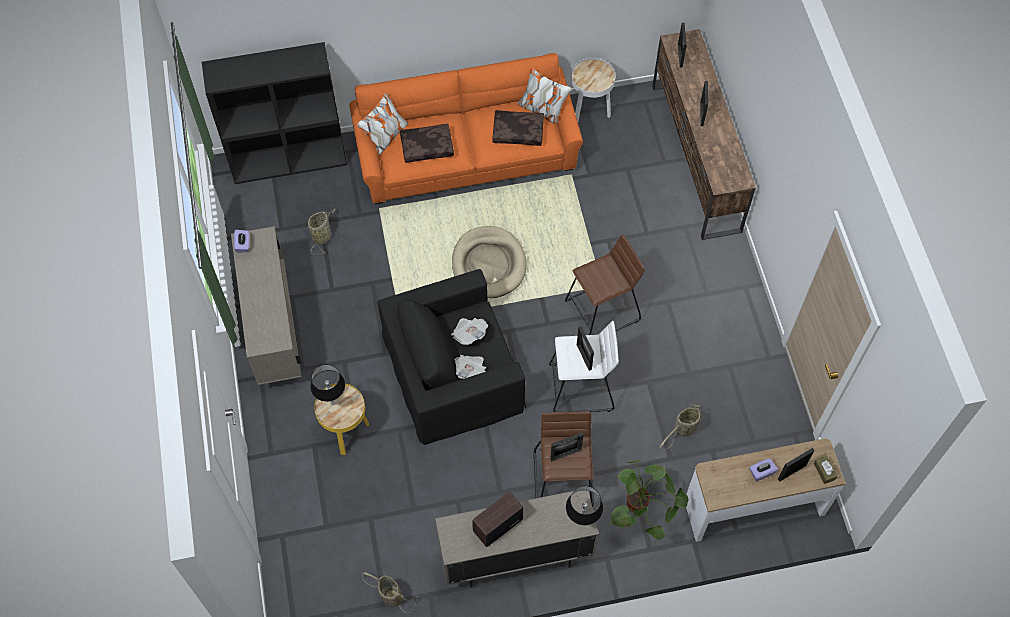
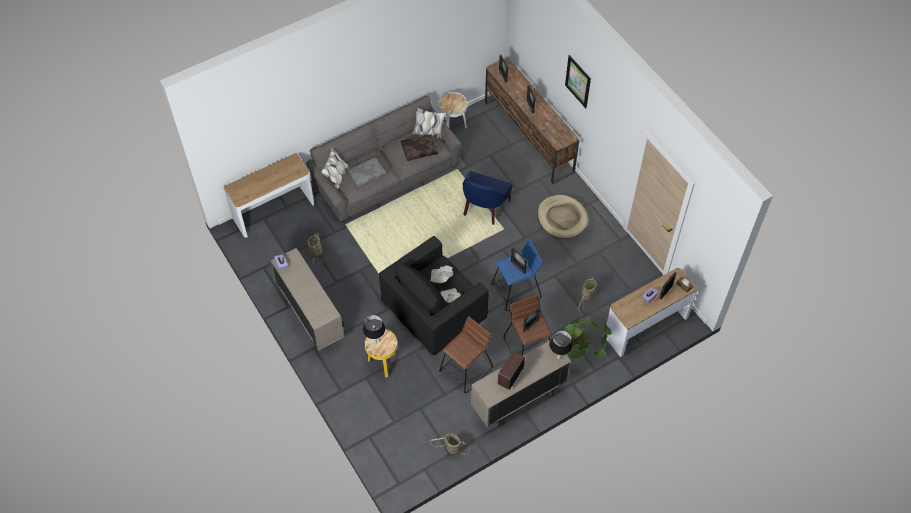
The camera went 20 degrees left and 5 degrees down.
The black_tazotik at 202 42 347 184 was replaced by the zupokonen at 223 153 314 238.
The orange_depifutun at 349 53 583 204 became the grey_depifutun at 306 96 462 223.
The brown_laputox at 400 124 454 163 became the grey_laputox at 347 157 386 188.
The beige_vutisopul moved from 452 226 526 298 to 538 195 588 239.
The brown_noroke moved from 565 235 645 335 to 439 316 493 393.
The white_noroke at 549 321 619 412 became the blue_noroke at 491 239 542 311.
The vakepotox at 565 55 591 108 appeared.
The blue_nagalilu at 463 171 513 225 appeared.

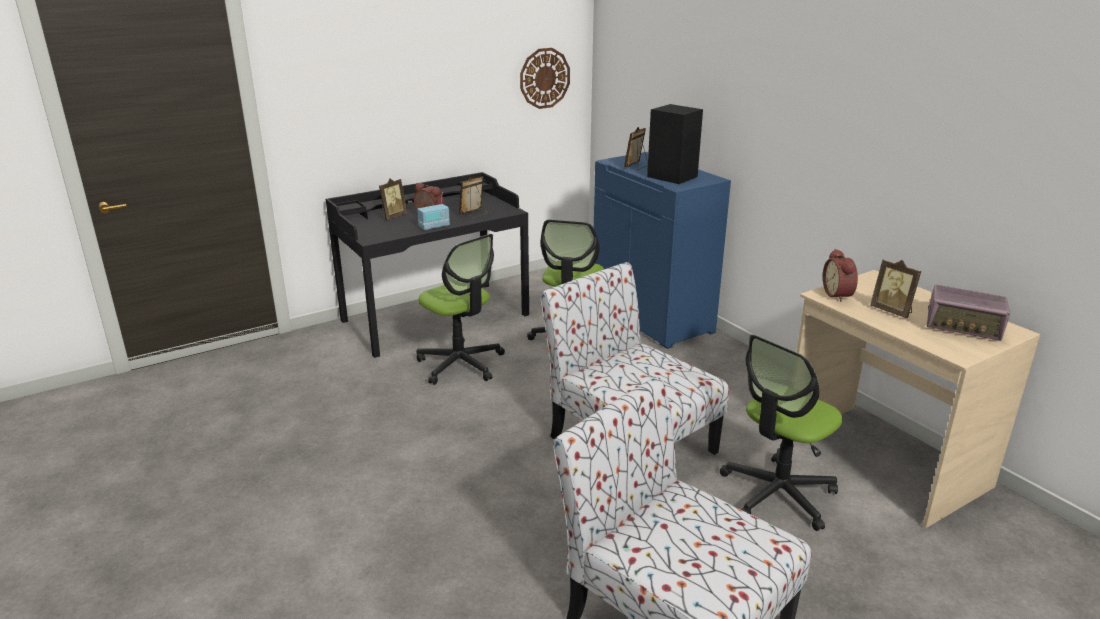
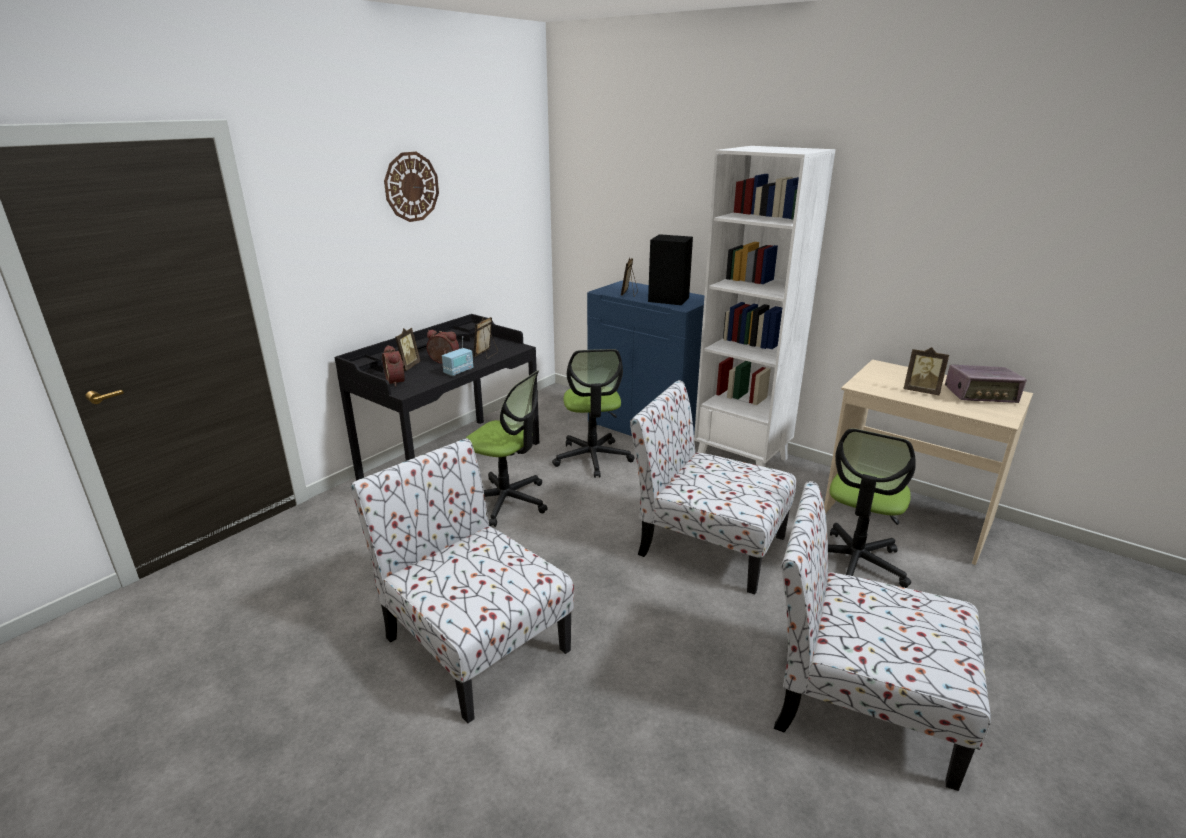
The camera went 20 degrees left and 0 degrees up.
The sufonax moved from 520 48 570 109 to 384 152 439 222.
The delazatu moved from 823 249 858 302 to 382 345 405 387.
The white_tazotik at 694 146 836 467 appeared.
The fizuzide at 351 438 574 723 appeared.

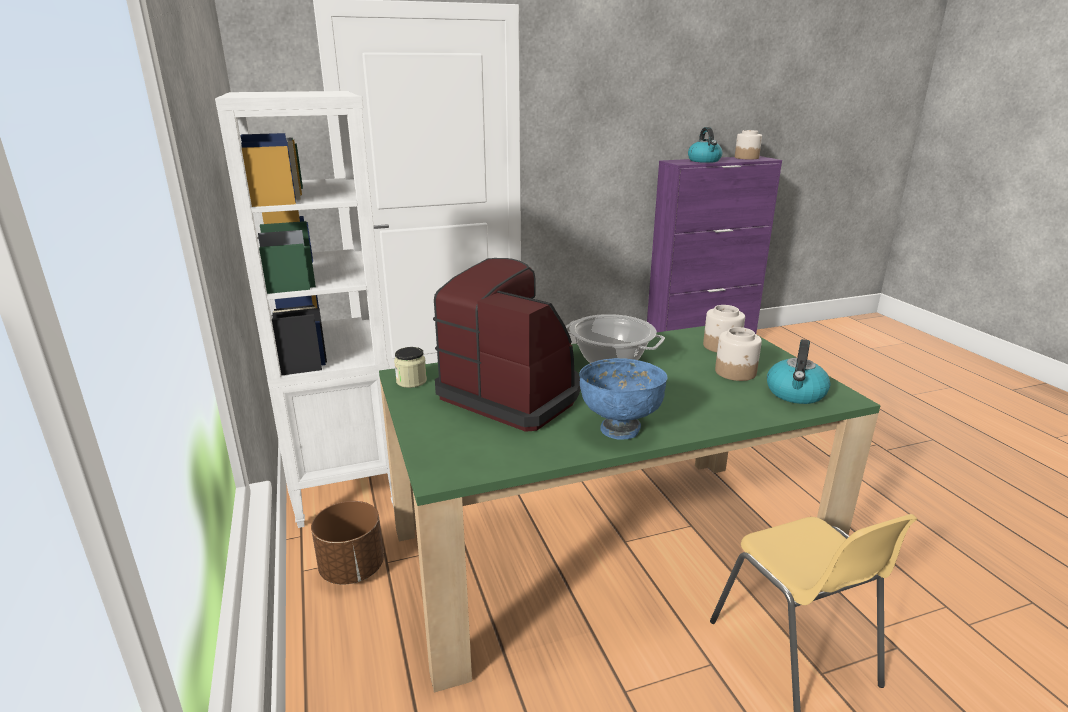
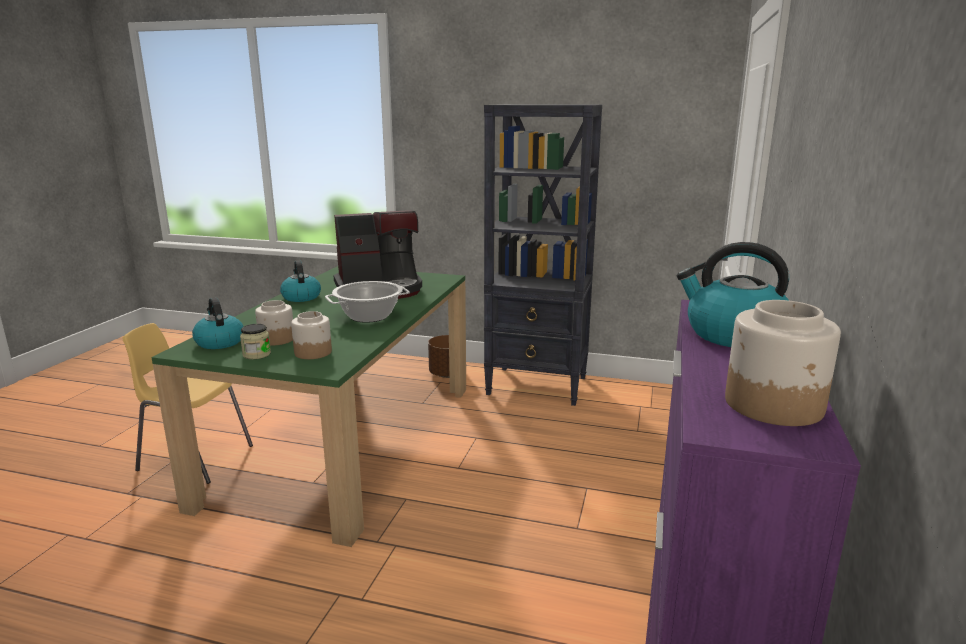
The camera went 125 degrees right and 5 degrees down.
The white_tazotik at 215 91 394 528 became the black_tazotik at 484 104 602 406.
The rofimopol moved from 394 347 427 388 to 240 324 271 359.
The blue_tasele at 579 358 668 440 was replaced by the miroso at 280 260 321 302.

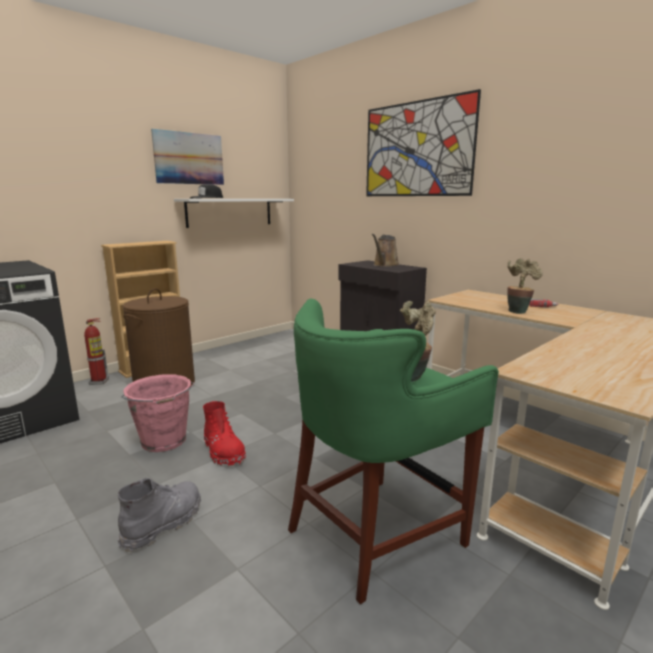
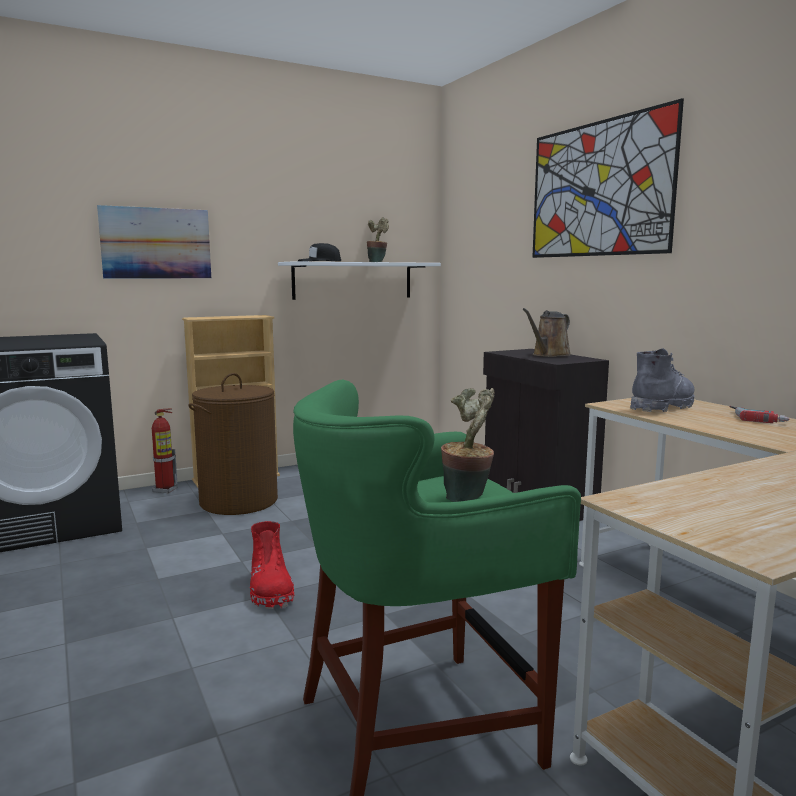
The camera went 15 degrees right and 5 degrees down.
The vakepotox moved from 151 129 224 185 to 97 205 211 279.
The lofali moved from 507 258 543 314 to 367 217 389 262.
The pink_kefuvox at 121 374 194 452 disappeared.
The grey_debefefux moved from 117 478 201 552 to 630 348 695 412.

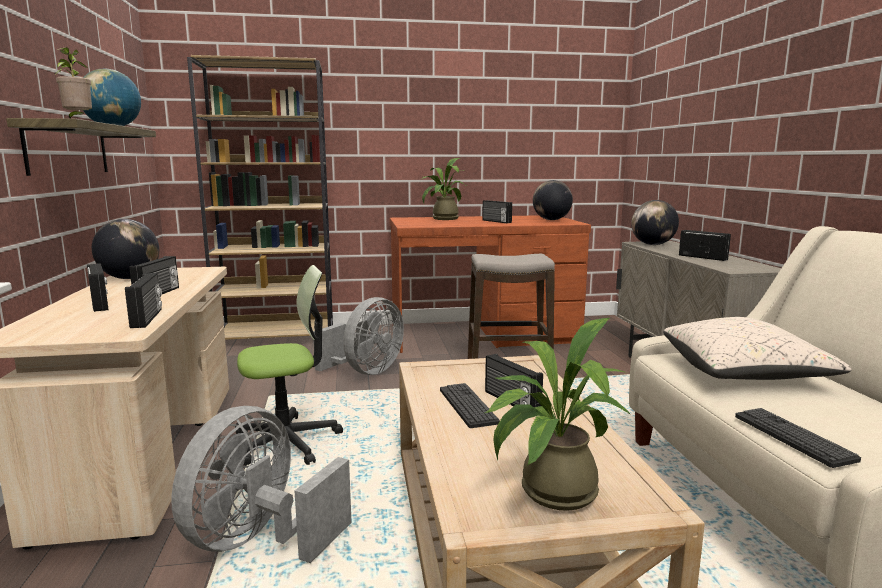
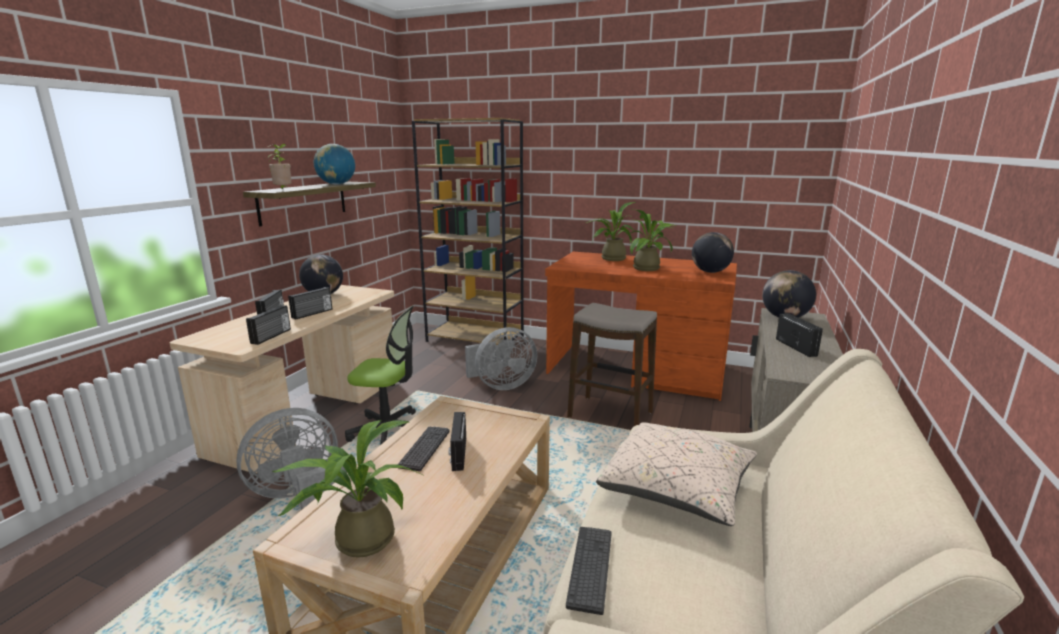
The camera went 30 degrees right and 5 degrees up.
The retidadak at 482 200 512 223 was replaced by the lofali at 629 210 677 271.

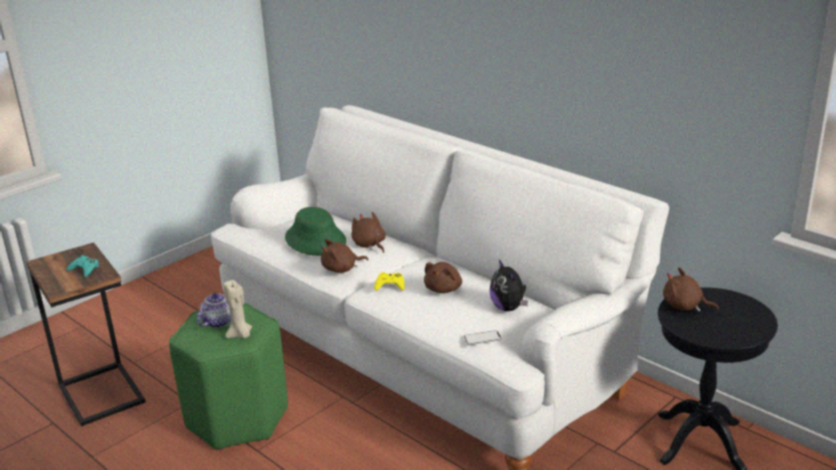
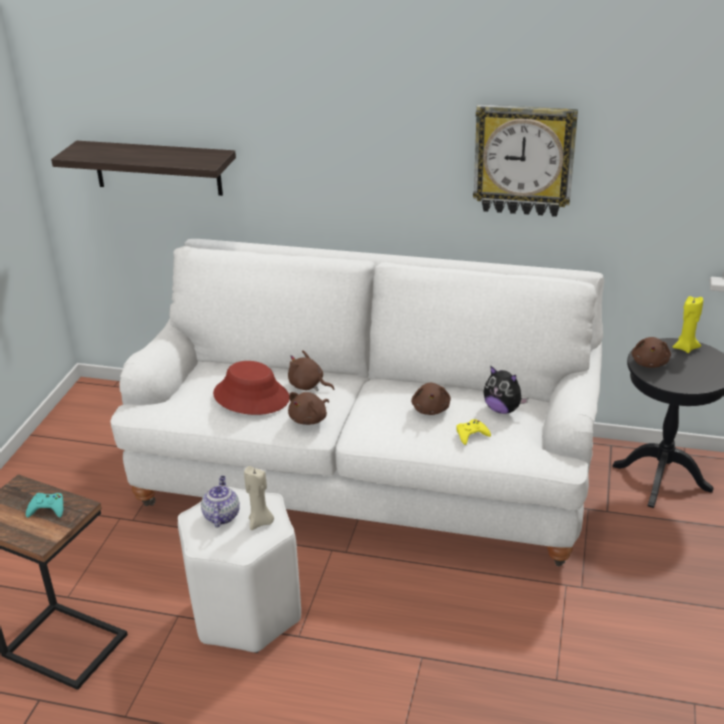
The camera went 30 degrees left and 5 degrees up.
The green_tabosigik at 285 207 346 256 became the red_tabosigik at 213 361 289 415.
The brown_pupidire at 663 268 719 312 turned 75 degrees counterclockwise.
The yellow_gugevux moved from 374 272 405 291 to 456 419 491 445.
The green_noroke at 169 303 288 450 became the white_noroke at 178 487 301 653.
The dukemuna at 464 330 502 345 disappeared.
The sufonax at 473 104 578 217 appeared.
The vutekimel at 51 141 236 196 appeared.
The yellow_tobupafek at 673 296 703 353 appeared.

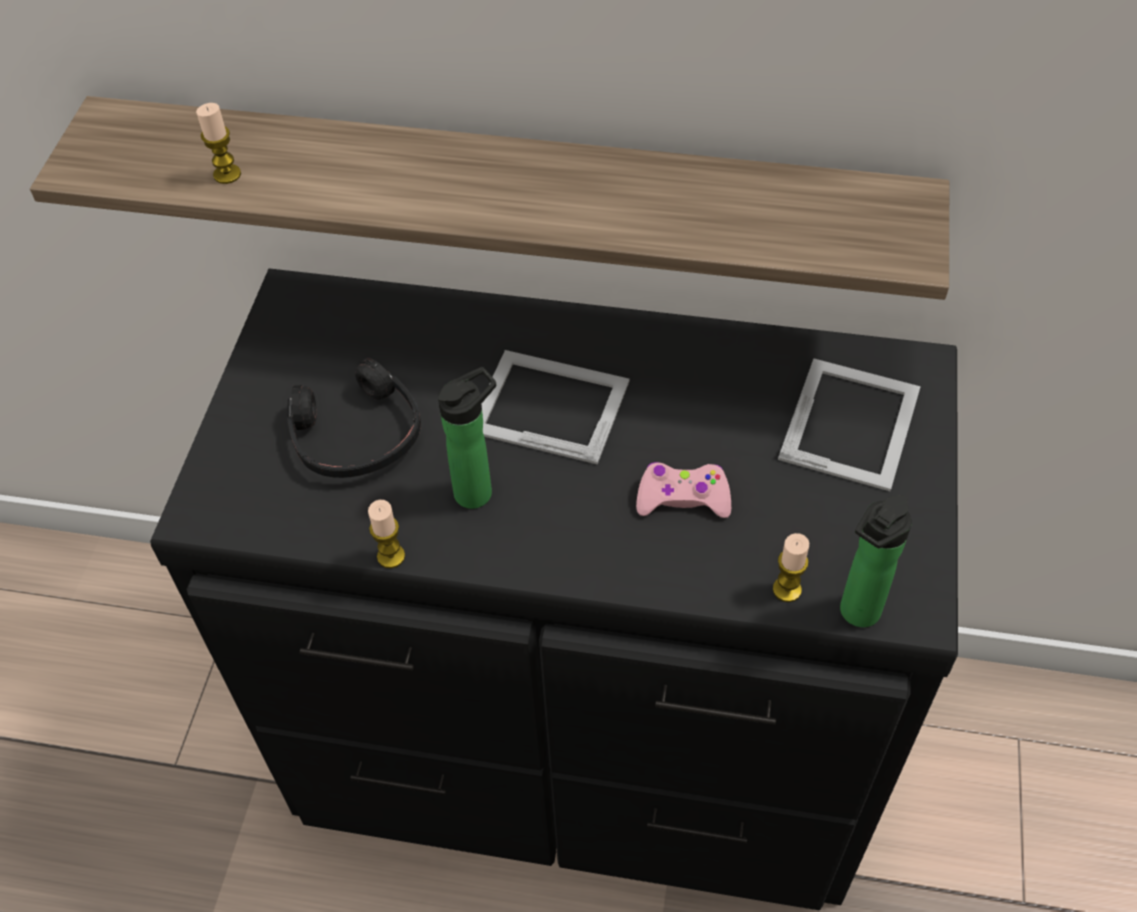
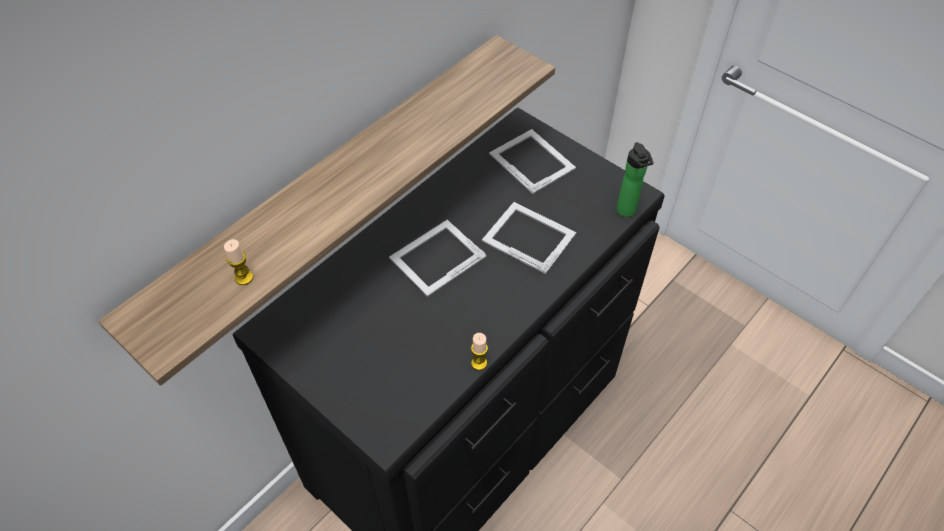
The camera went 60 degrees left and 0 degrees up.
The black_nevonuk at 287 358 421 478 disappeared.
The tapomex at 438 367 497 509 disappeared.
The pink_gugevux at 636 462 731 518 was replaced by the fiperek at 482 202 576 274.
The tobupafek at 773 533 809 602 disappeared.

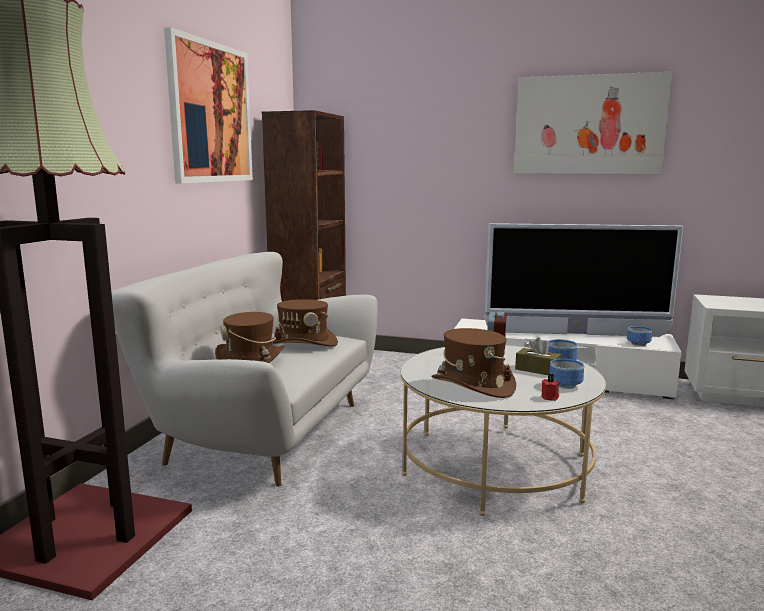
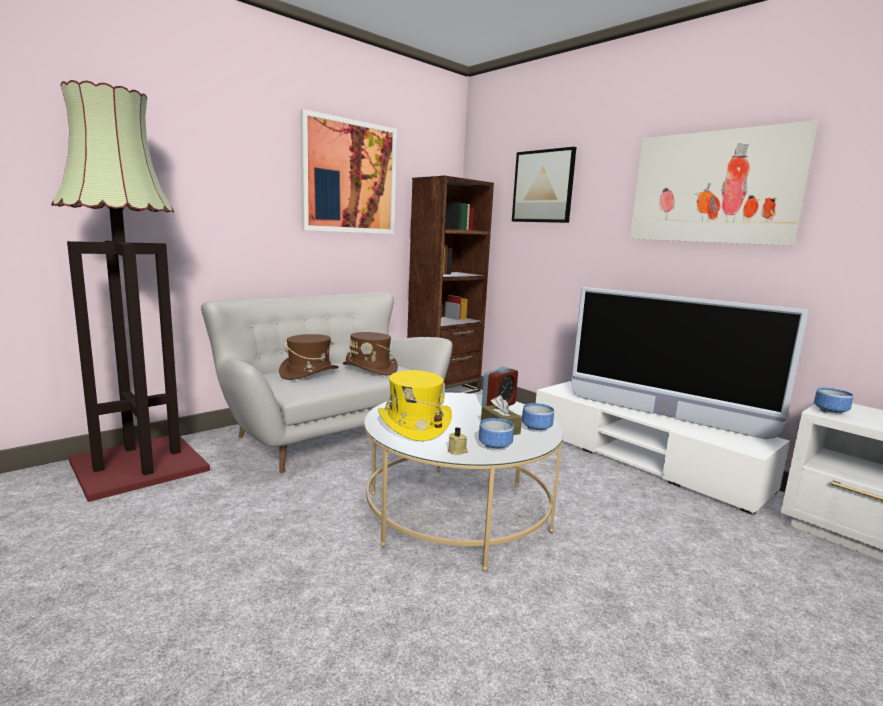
The camera went 30 degrees right and 0 degrees up.
The tasele moved from 627 326 652 346 to 814 388 854 415.
The brown_tabosigik at 431 328 516 398 became the yellow_tabosigik at 378 370 452 441.
The red_tobupafek at 542 374 559 401 became the beige_tobupafek at 447 427 468 455.
The vakepotox at 512 147 576 223 appeared.

